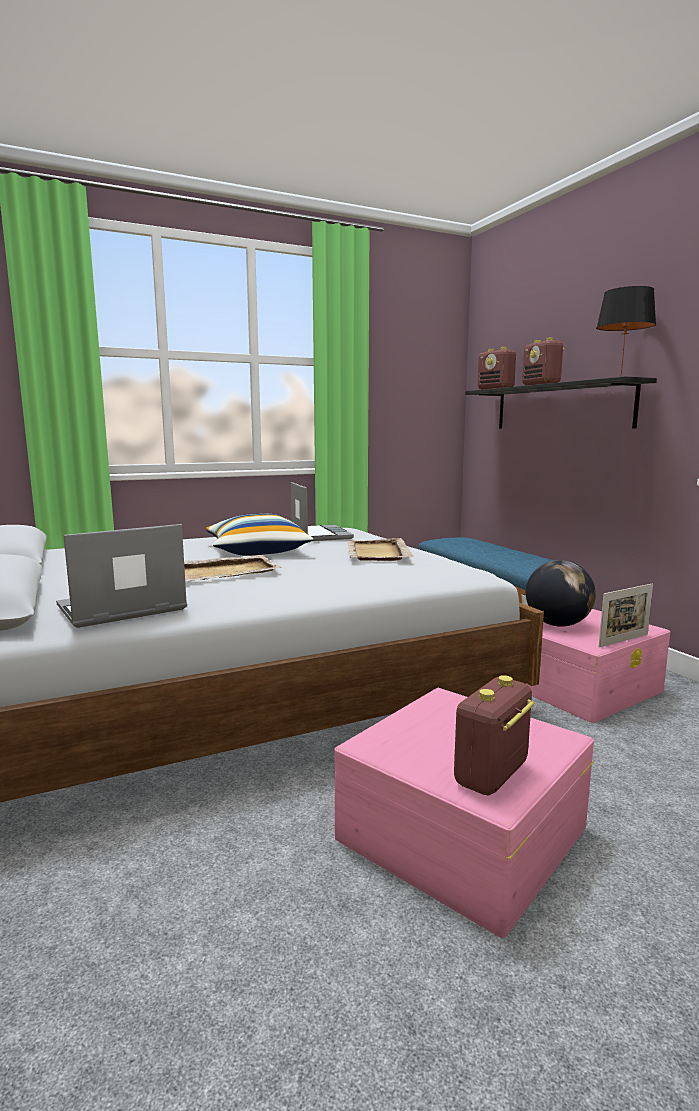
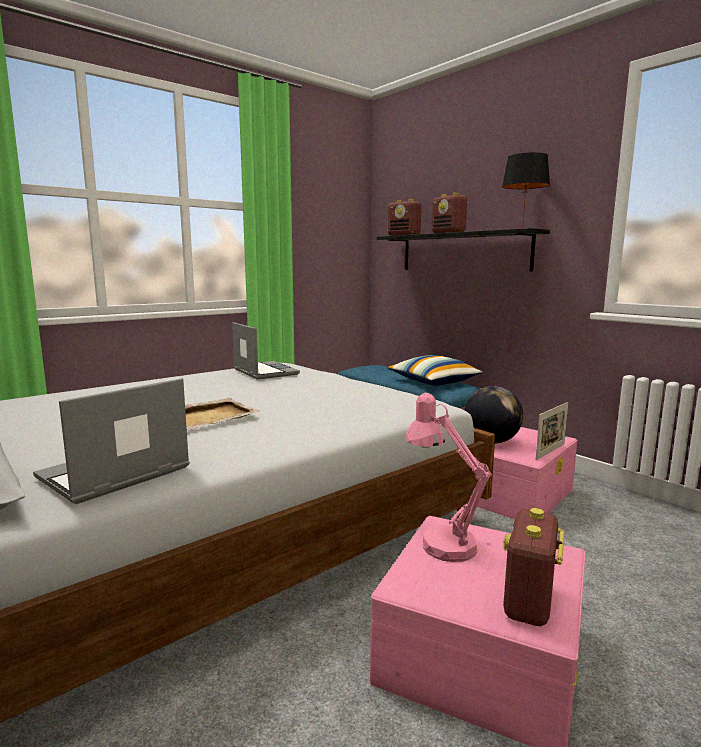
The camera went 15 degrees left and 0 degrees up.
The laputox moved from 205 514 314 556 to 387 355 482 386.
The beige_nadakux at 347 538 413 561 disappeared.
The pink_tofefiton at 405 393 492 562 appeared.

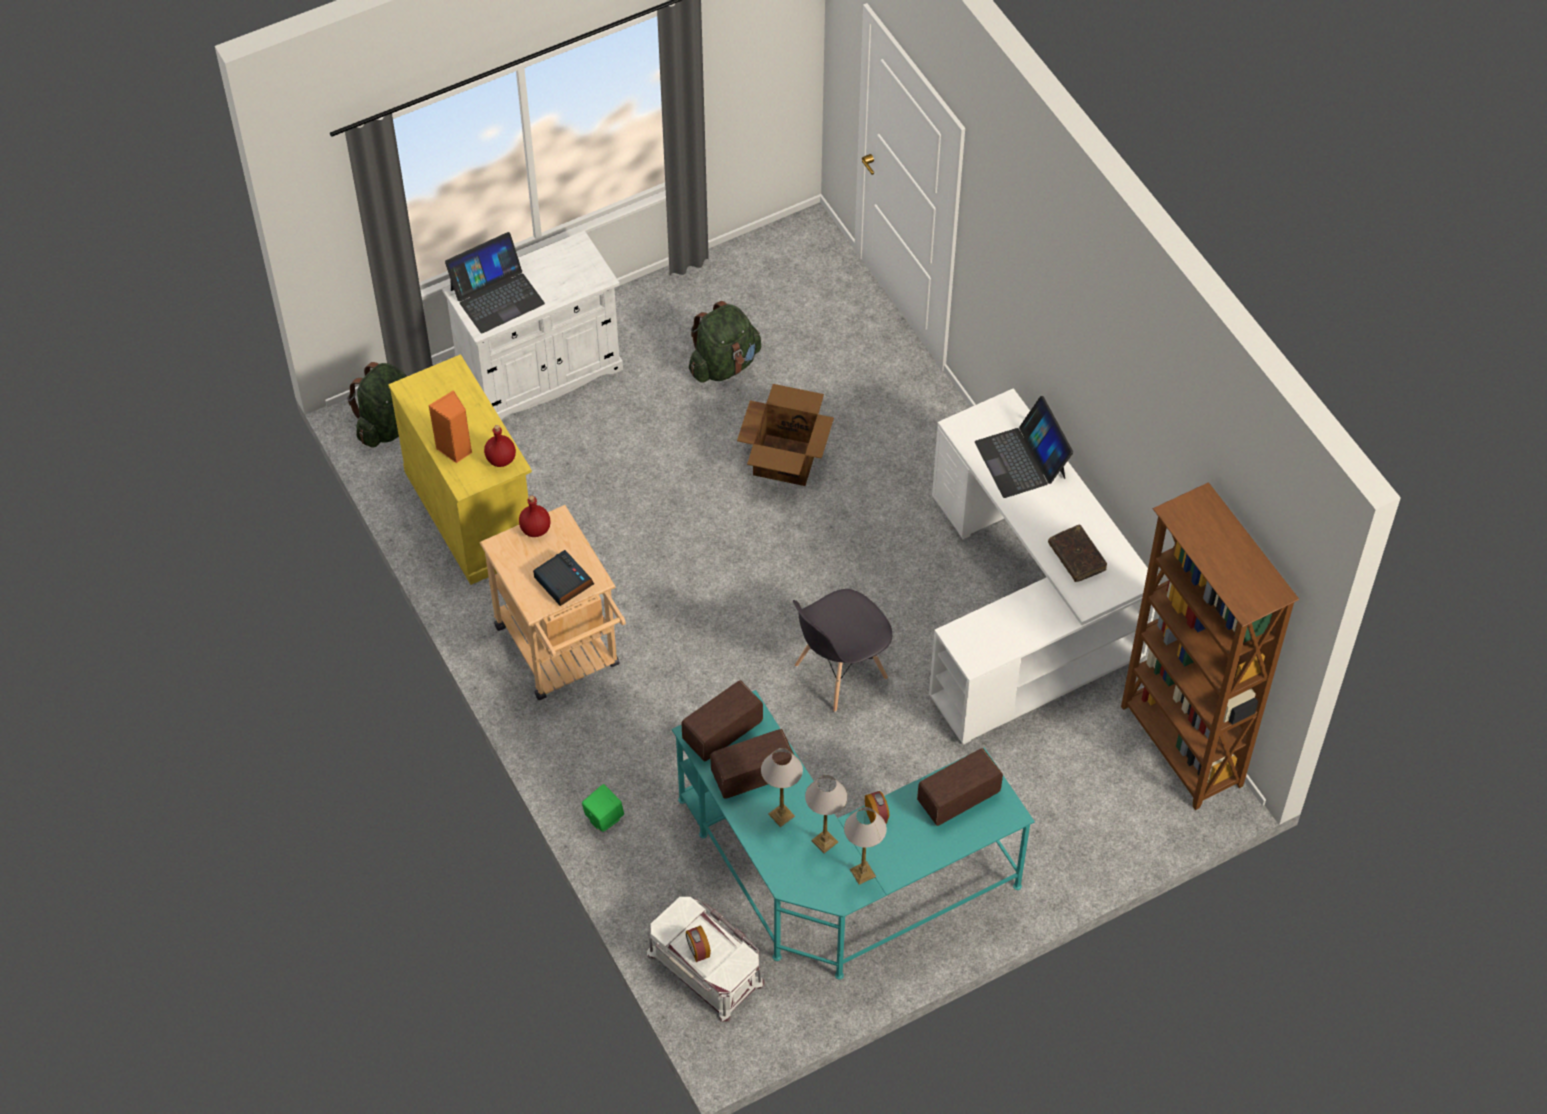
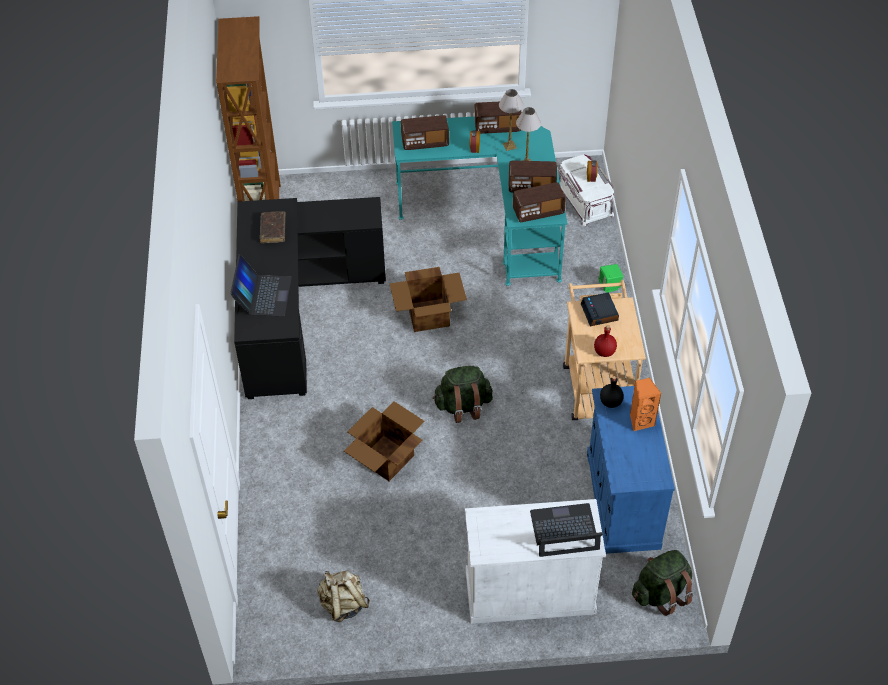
The camera went 155 degrees left and 5 degrees down.
The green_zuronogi moved from 689 301 761 383 to 433 366 493 423.
The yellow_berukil at 388 354 532 585 became the blue_berukil at 587 386 675 554.
The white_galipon at 929 388 1160 745 became the black_galipon at 234 197 386 399.
The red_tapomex at 484 425 516 467 became the black_tapomex at 600 376 624 408.
The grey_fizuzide at 793 589 892 712 was replaced by the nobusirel at 390 267 467 332.
The tofefiton at 844 807 887 885 was replaced by the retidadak at 474 102 522 134.
The beige_zuronogi at 317 571 370 622 appeared.

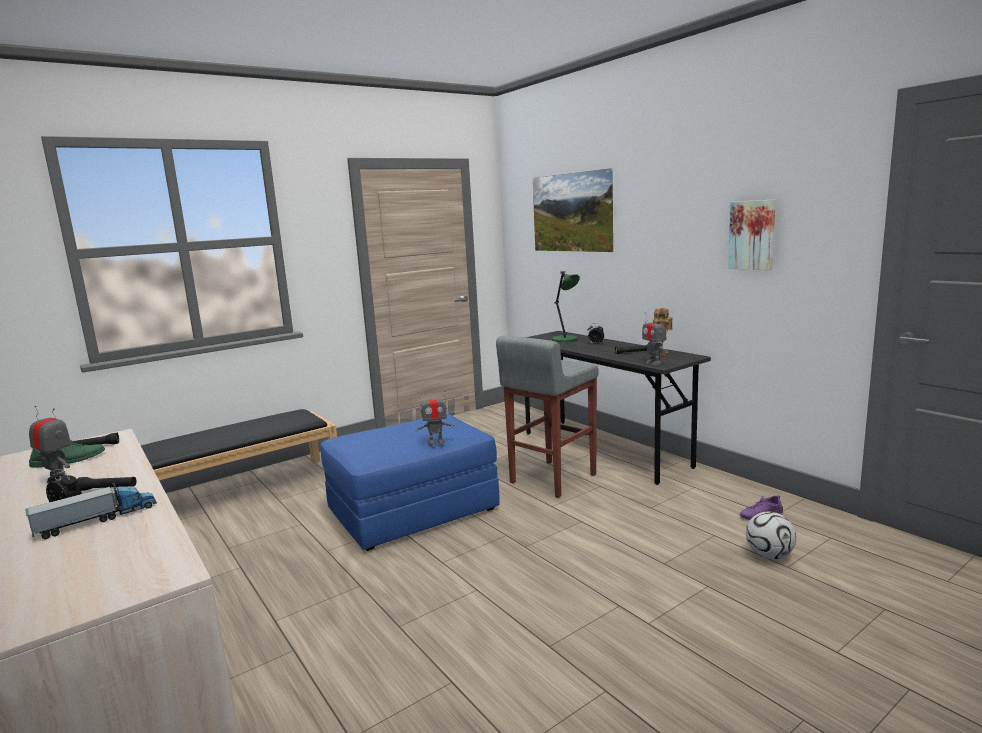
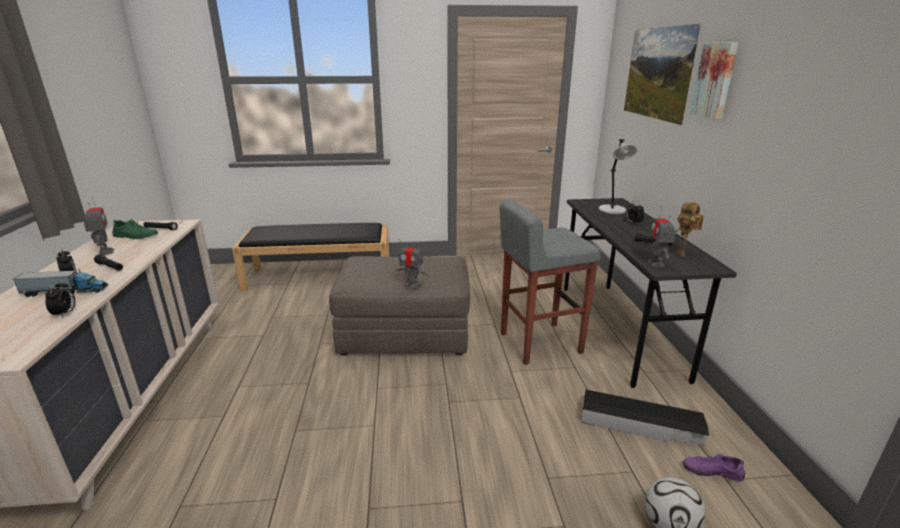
The camera went 30 degrees right and 10 degrees up.
The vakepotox moved from 728 199 776 270 to 690 42 739 119.
The green_tofefiton at 552 271 580 342 became the grey_tofefiton at 598 139 637 214.
The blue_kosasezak at 321 414 500 551 became the grey_kosasezak at 329 256 470 355.
The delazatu at 45 280 75 318 appeared.
The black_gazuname at 581 390 709 445 appeared.

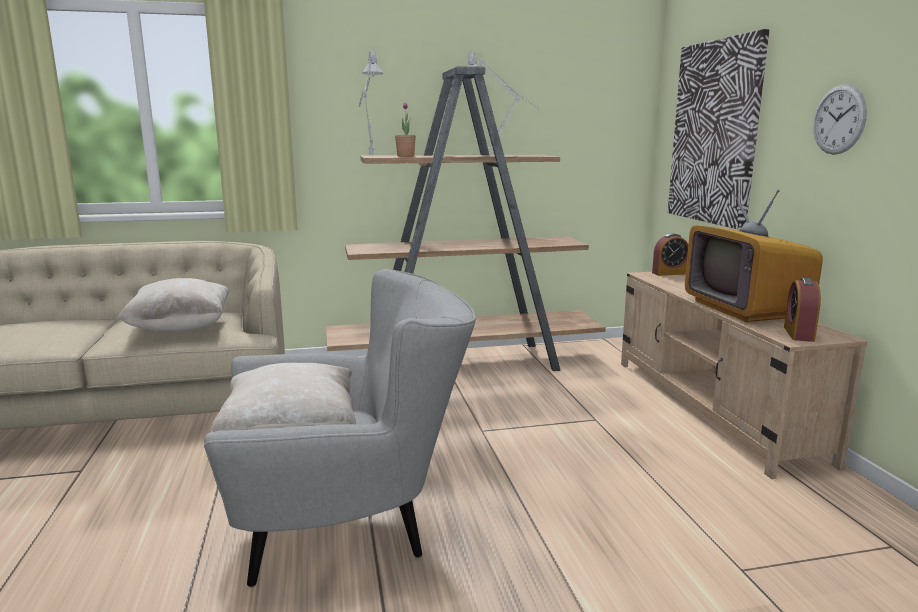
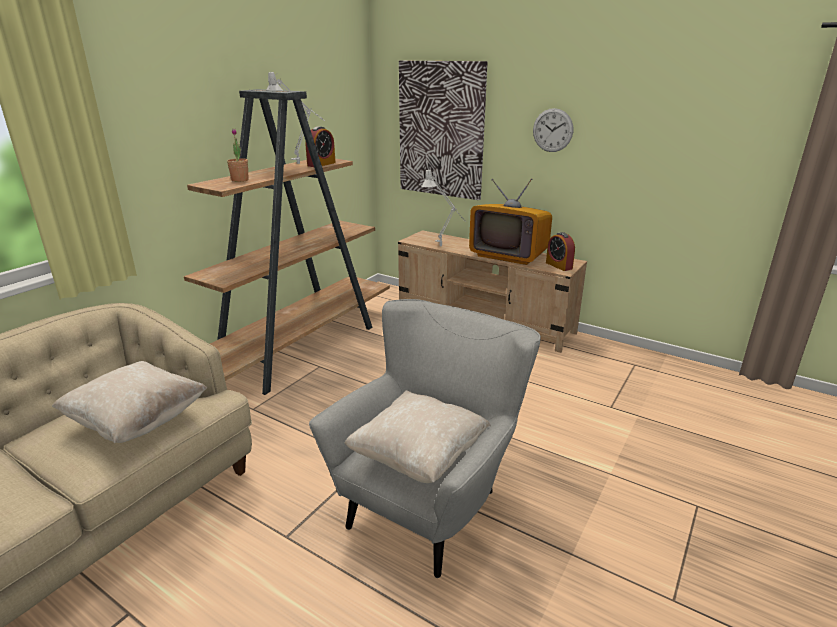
The camera went 45 degrees left and 10 degrees up.
The grey_tofefiton moved from 359 49 384 155 to 422 169 466 246.
The delazatu moved from 652 233 688 276 to 305 126 336 167.

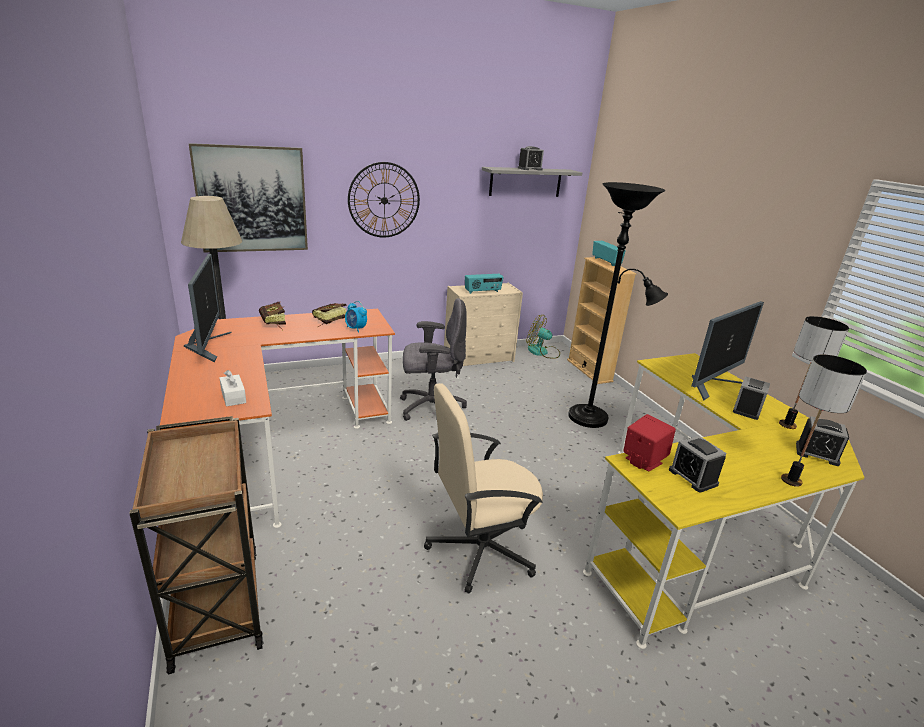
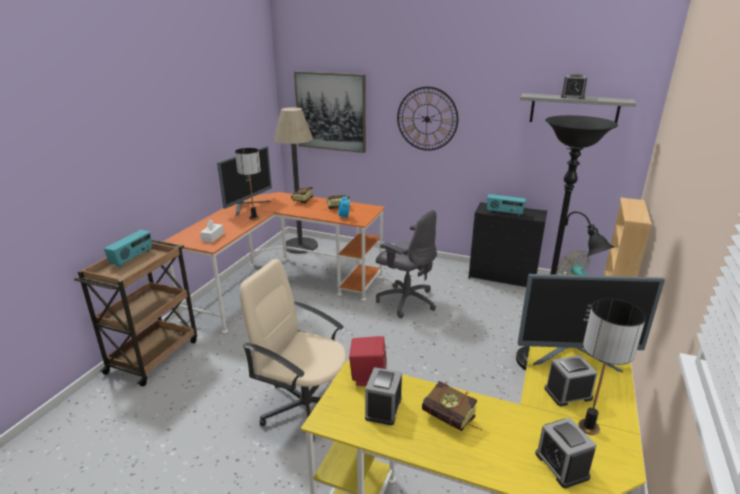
The camera went 45 degrees right and 0 degrees up.
The retidadak moved from 592 241 626 266 to 104 230 152 267.
The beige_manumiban at 444 283 523 366 became the black_manumiban at 468 202 547 287.
The tofefiton moved from 781 355 867 487 to 235 148 261 220.
The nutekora at 422 381 483 431 appeared.

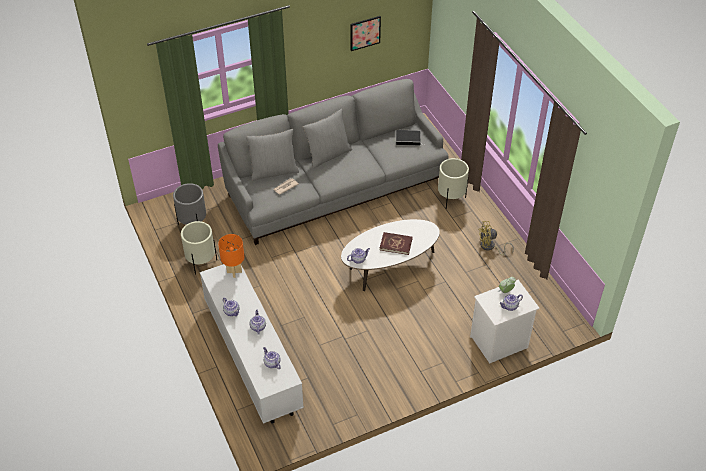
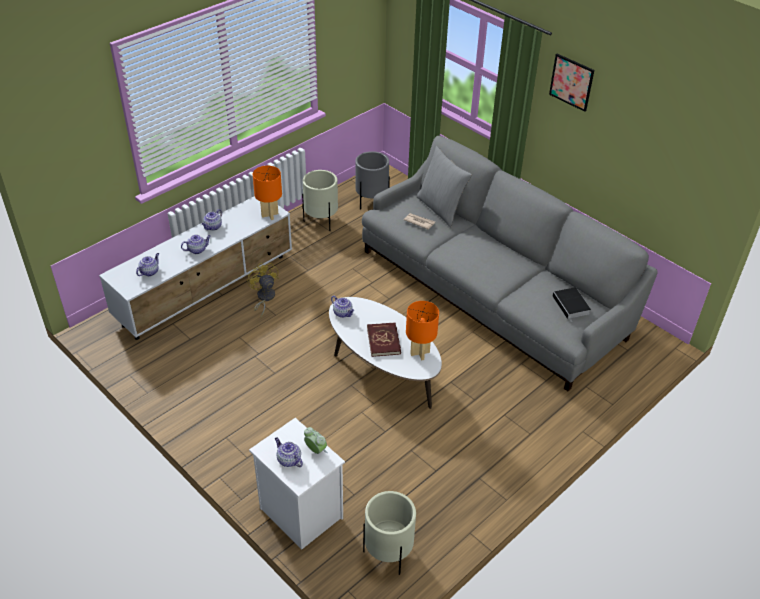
The camera went 70 degrees right and 5 degrees down.
The vakepotox moved from 351 16 381 51 to 549 54 594 112.
The grey_laputox at 303 109 352 169 disappeared.
The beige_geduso moved from 438 158 469 209 to 363 491 416 575.
The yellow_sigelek moved from 478 221 514 255 to 247 262 279 317.
The orange_tofefiton at 406 301 439 361 appeared.

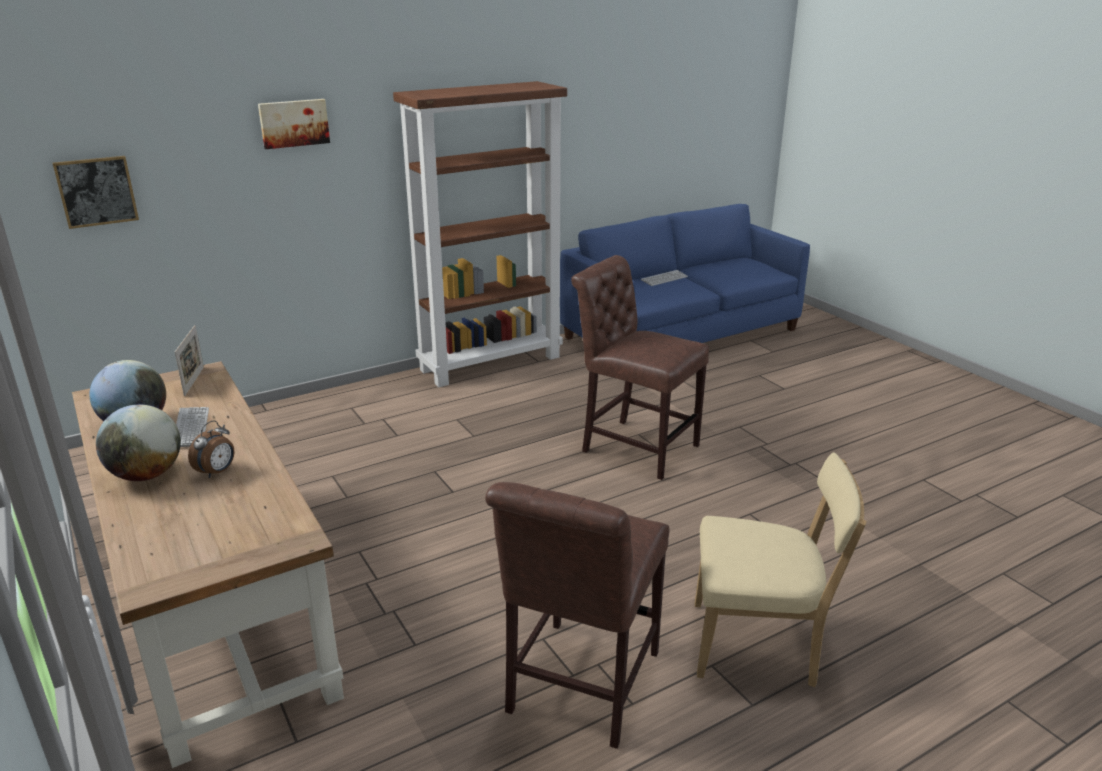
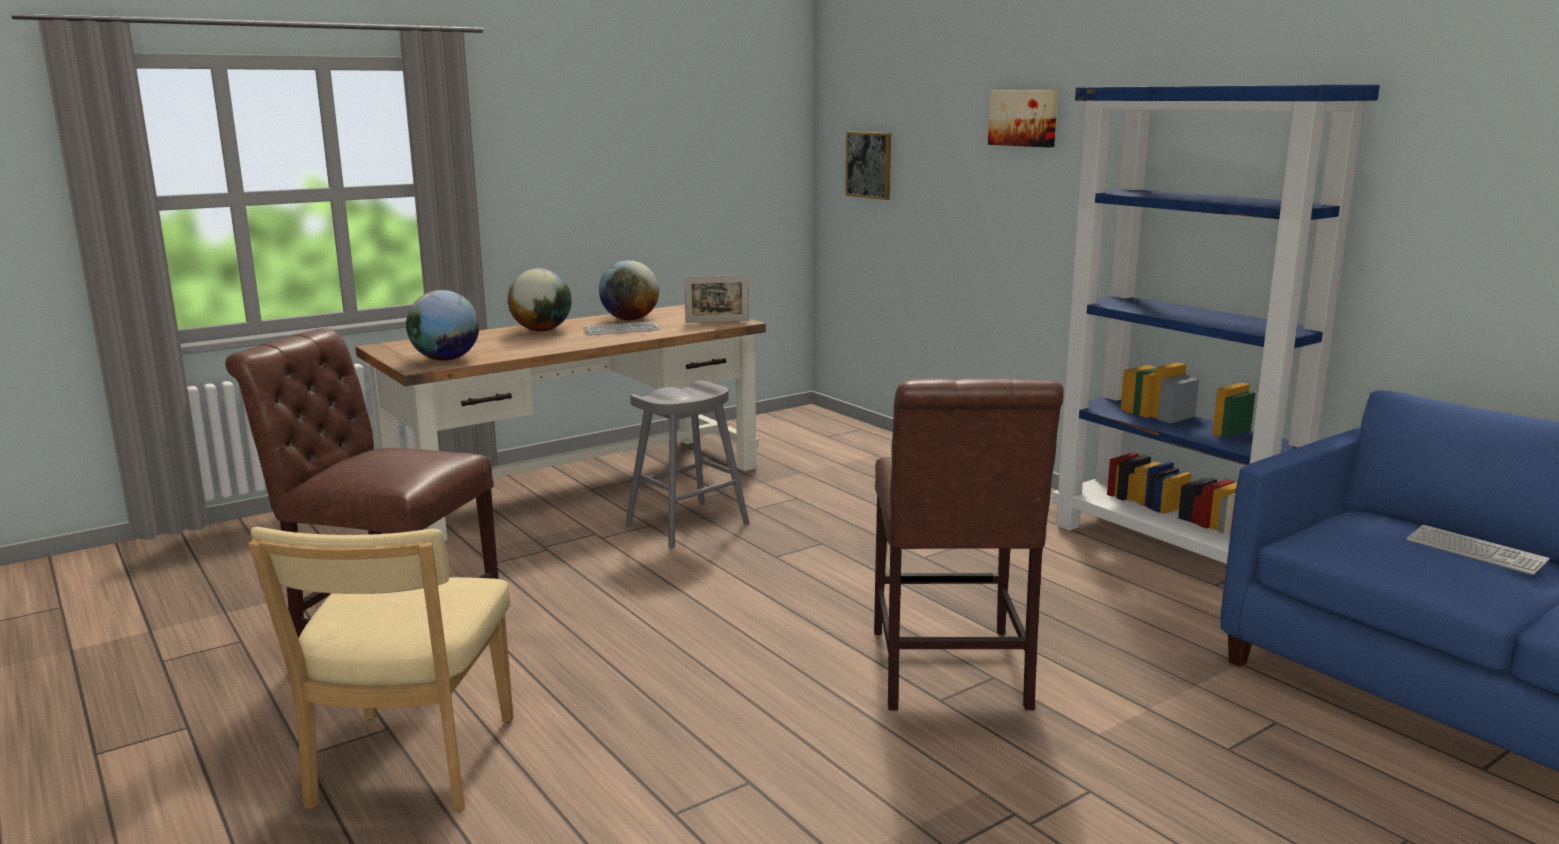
The camera went 85 degrees right and 10 degrees down.
The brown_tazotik at 393 81 567 387 became the blue_tazotik at 1052 85 1380 564.
The brown_fizuzide at 571 255 709 480 turned 150 degrees clockwise.
The delazatu at 188 420 234 478 disappeared.
The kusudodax at 406 290 479 361 appeared.
The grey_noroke at 625 380 749 548 appeared.

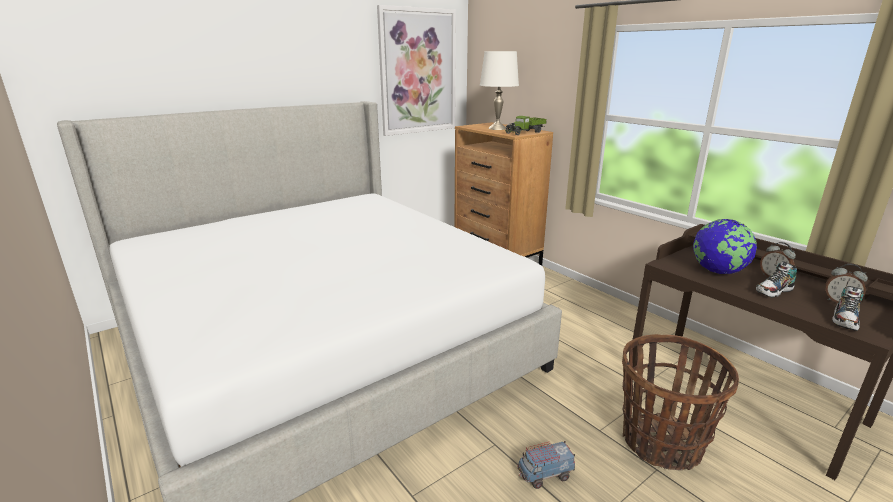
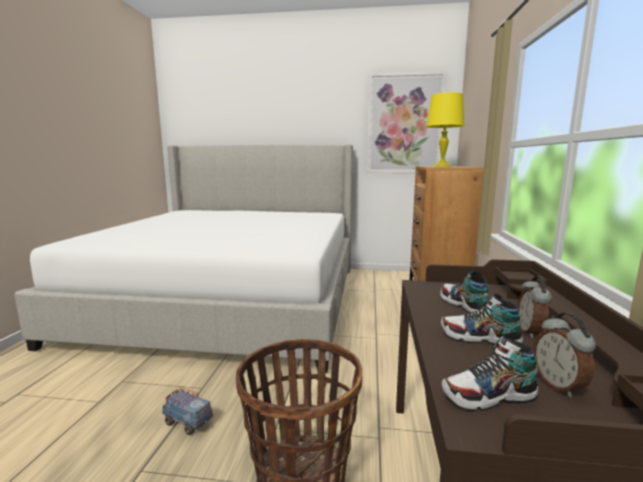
The camera went 45 degrees right and 10 degrees down.
The white_tofefiton at 480 51 519 130 became the yellow_tofefiton at 426 92 465 167.
The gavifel at 506 116 547 135 disappeared.
The kusudodax at 693 219 757 274 was replaced by the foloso at 440 270 489 313.

